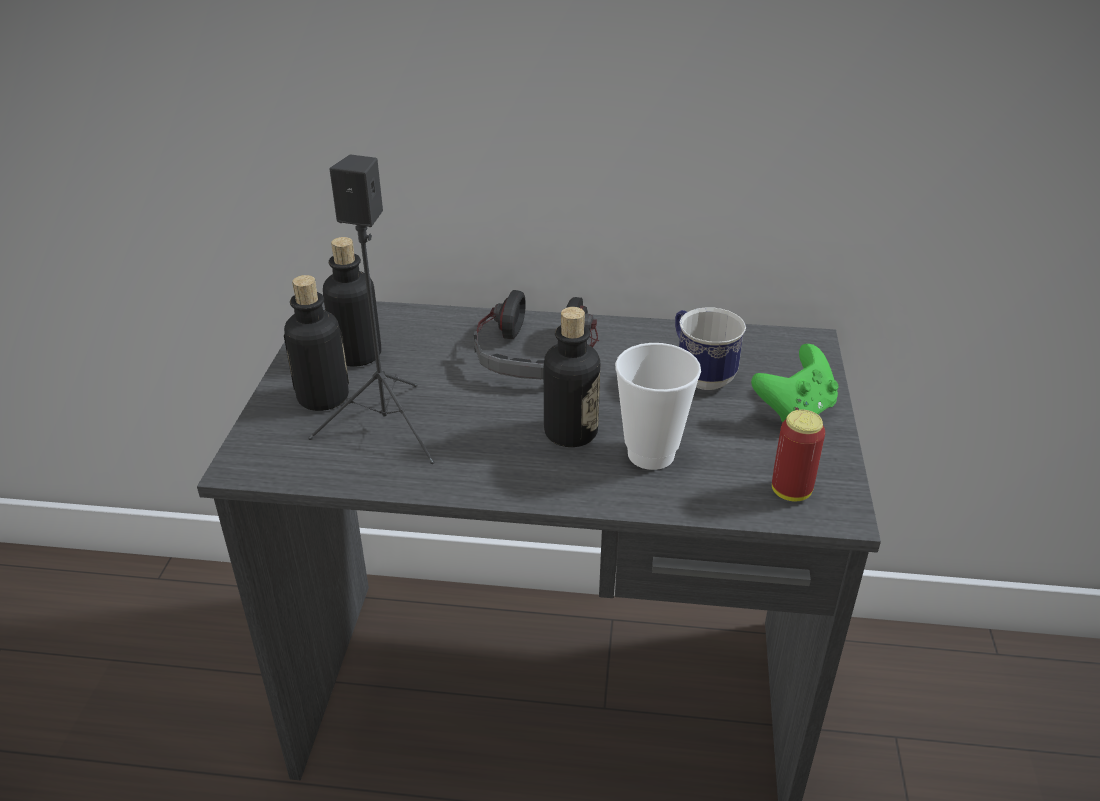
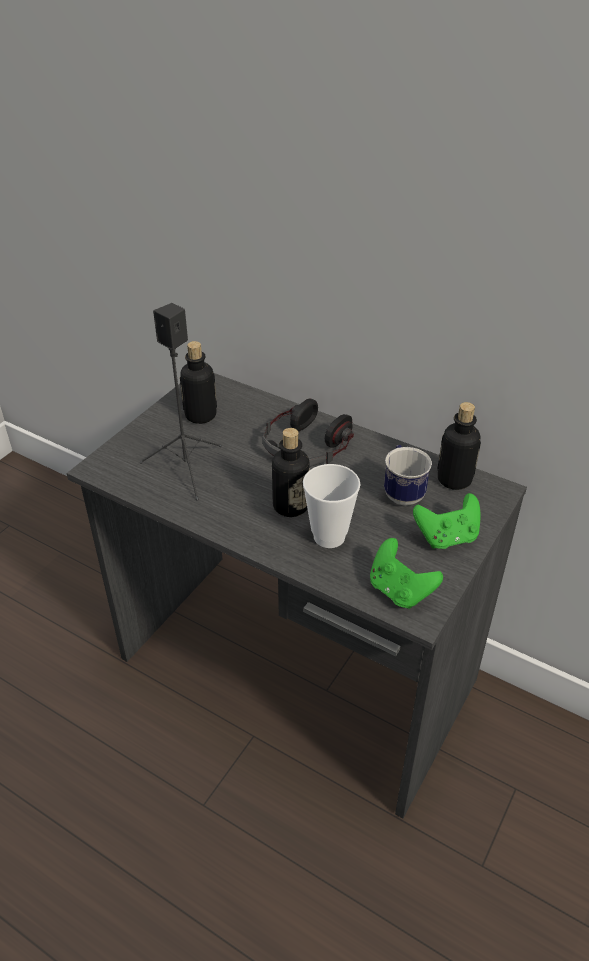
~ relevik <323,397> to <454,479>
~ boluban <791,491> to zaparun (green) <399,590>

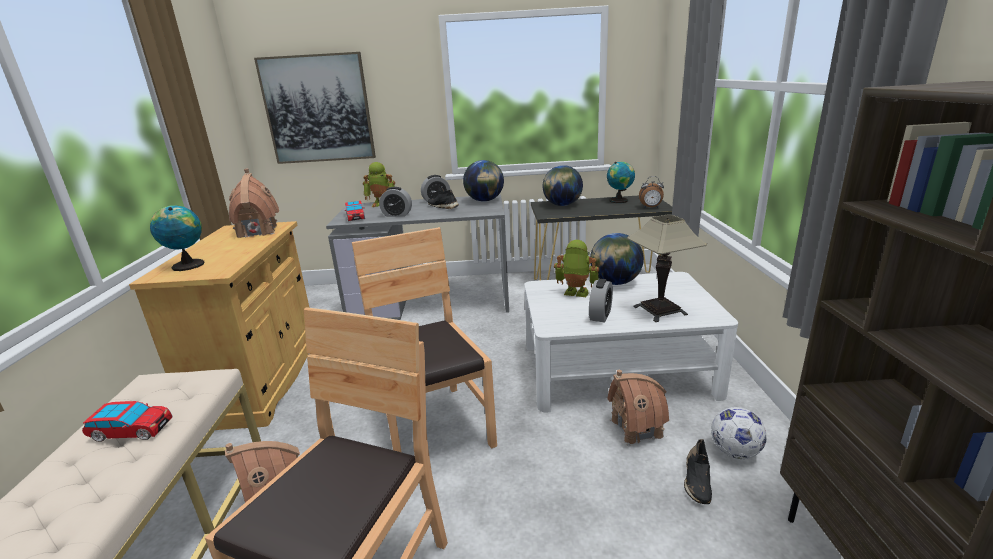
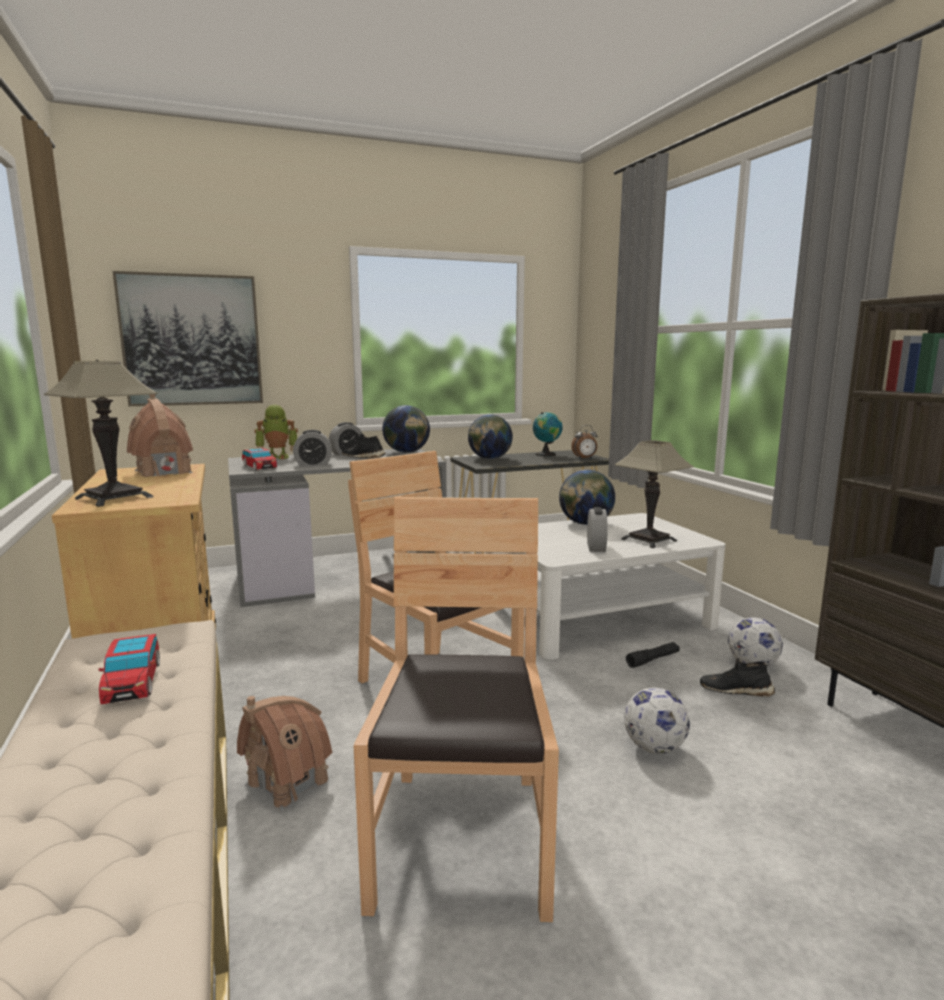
~ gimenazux <188,265> to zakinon <114,498>
- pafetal <575,293>
~ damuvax <636,428> to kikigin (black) <653,660>
~ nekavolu <131,431> = <132,682> 90 degrees clockwise
~ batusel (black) <697,481> = <735,690> 105 degrees clockwise
+ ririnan <654,748>

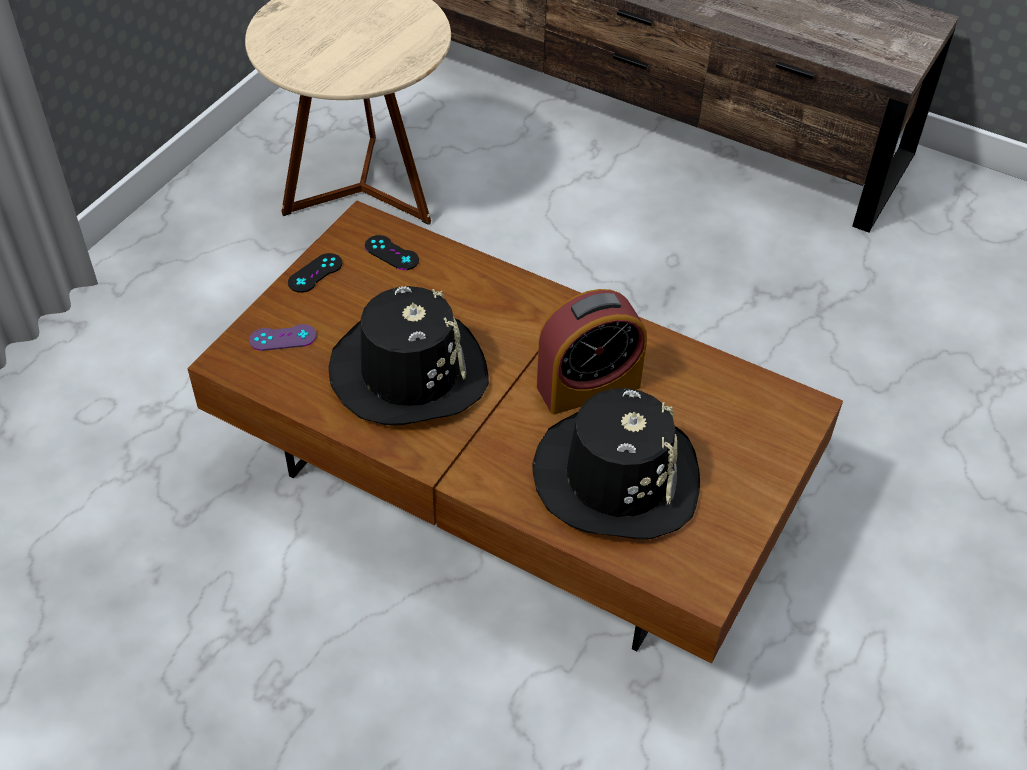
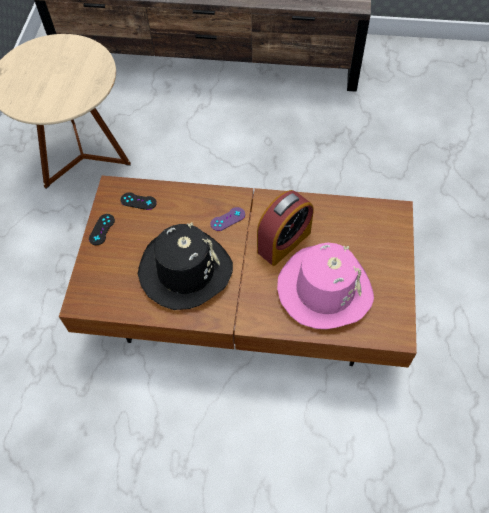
~ zaparun (purple) <283,338> to <227,219>
~ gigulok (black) <617,476> to gigulok (pink) <324,289>

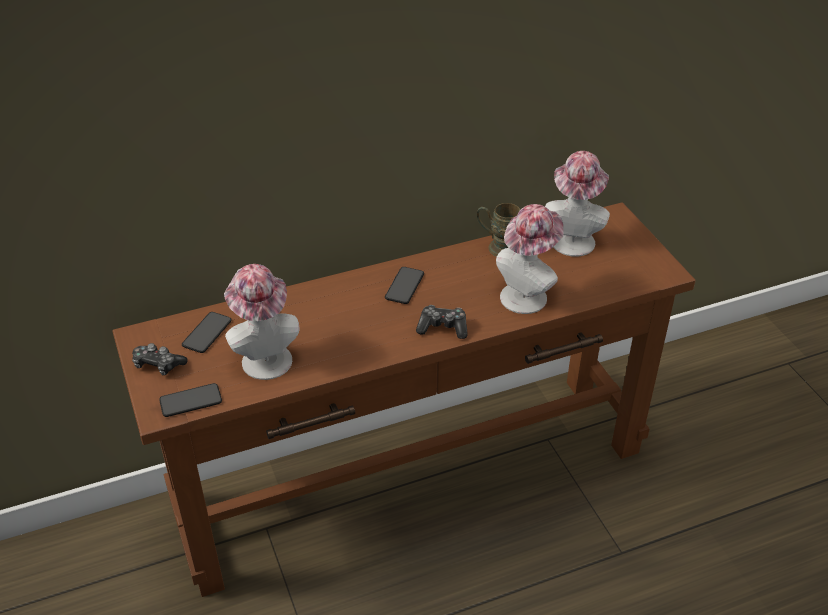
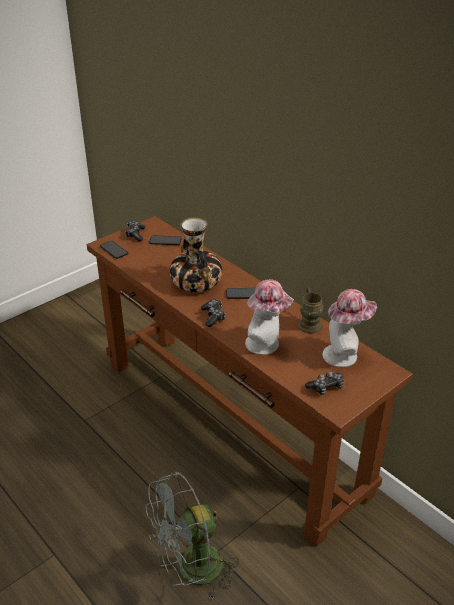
- gigulok <264,357>
+ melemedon <196,283>
+ zaparun <326,387>
+ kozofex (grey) <190,571>

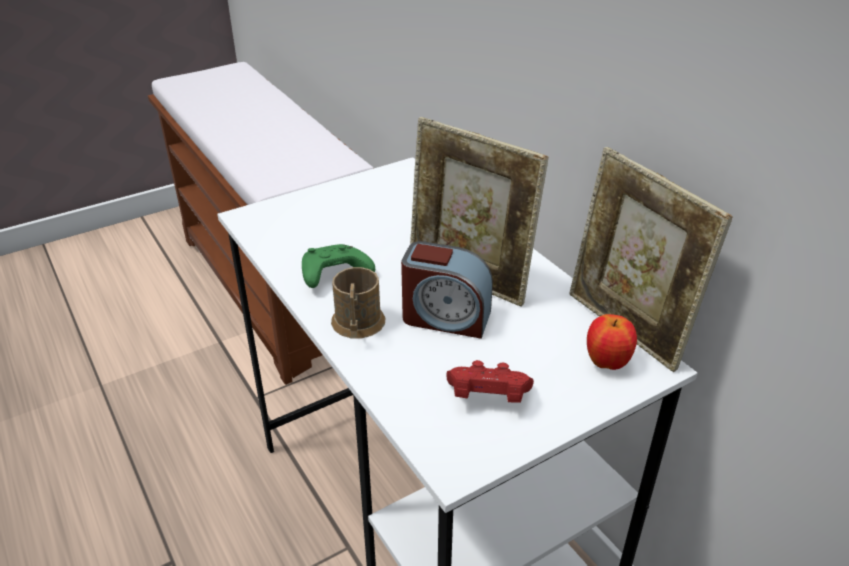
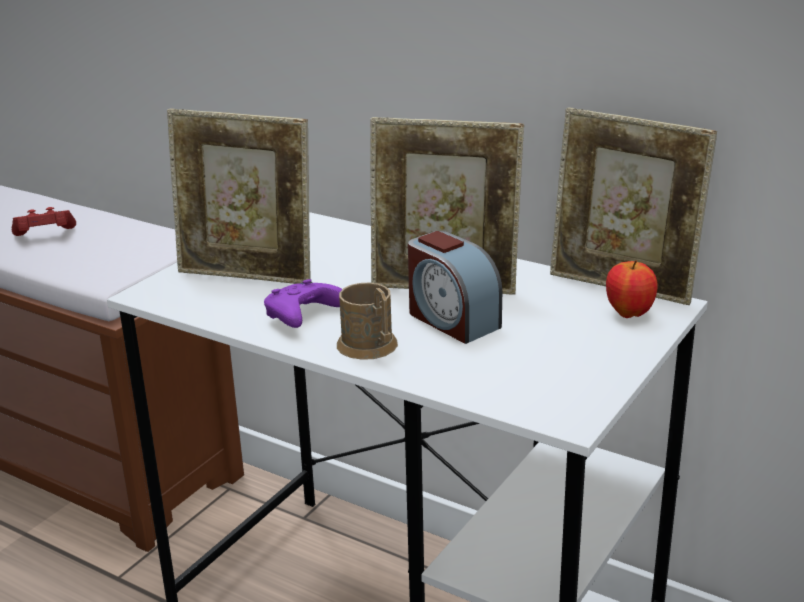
~ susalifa <445,317> = <451,320> 60 degrees clockwise
~ zaparun (green) <333,276> to zaparun (purple) <303,317>
~ zaparun (red) <487,397> to <45,236>
+ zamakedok <247,276>

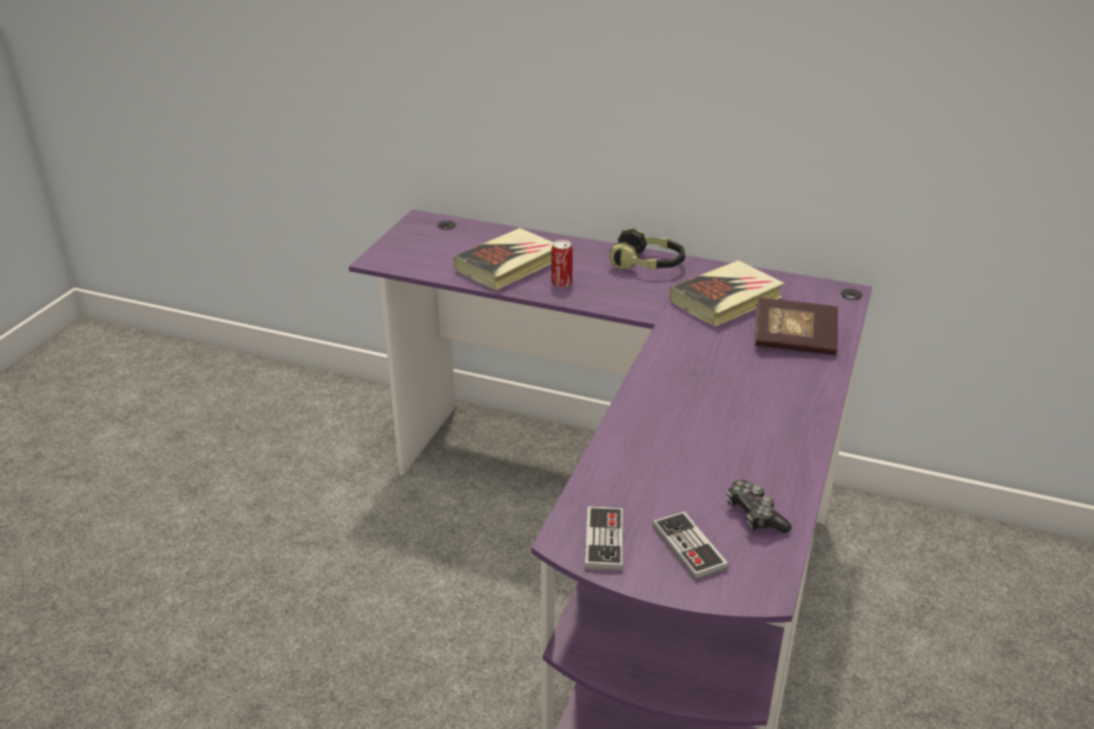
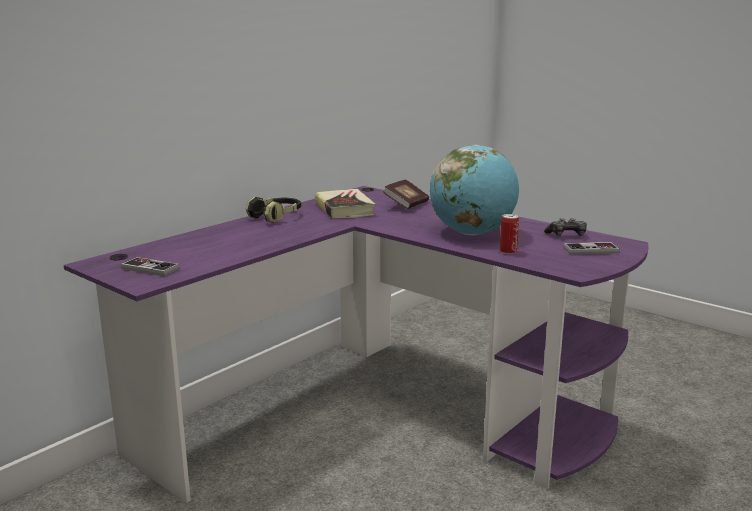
- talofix <508,265>
~ boluban <561,283> to <508,251>
~ zaparun <604,540> to <150,268>
+ gimenazux <472,233>

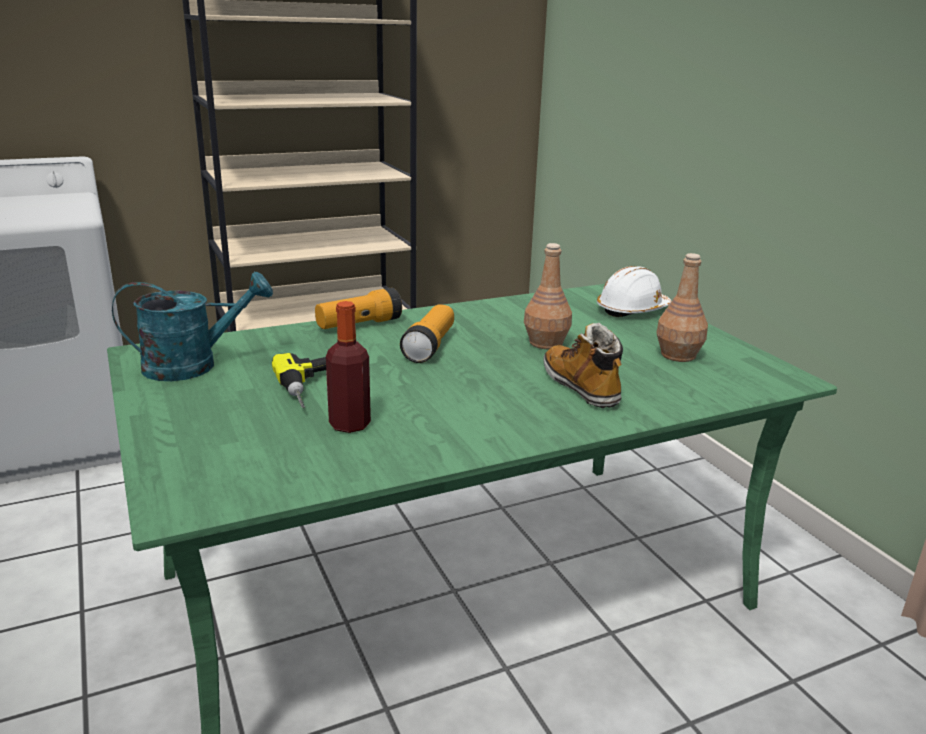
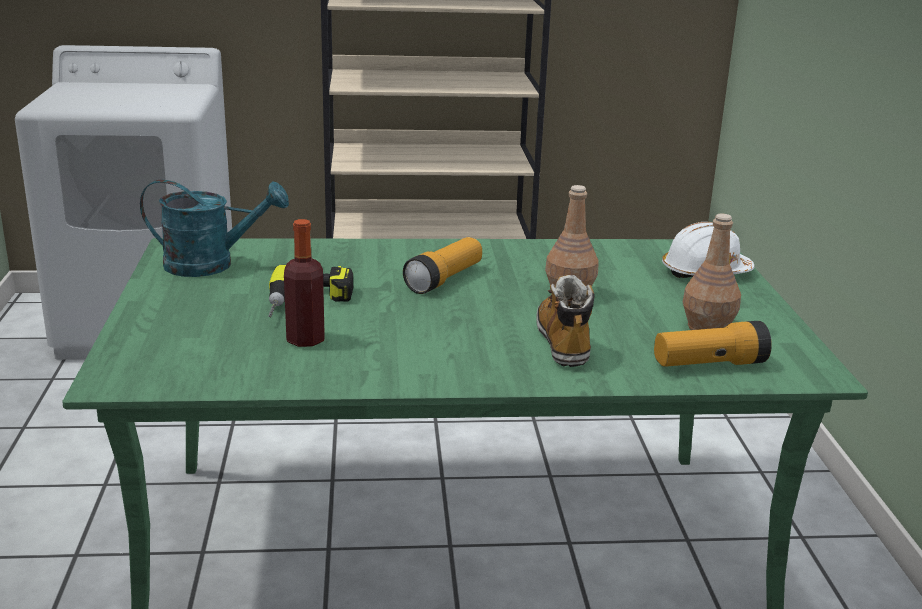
~ kikigin <359,324> to <709,364>

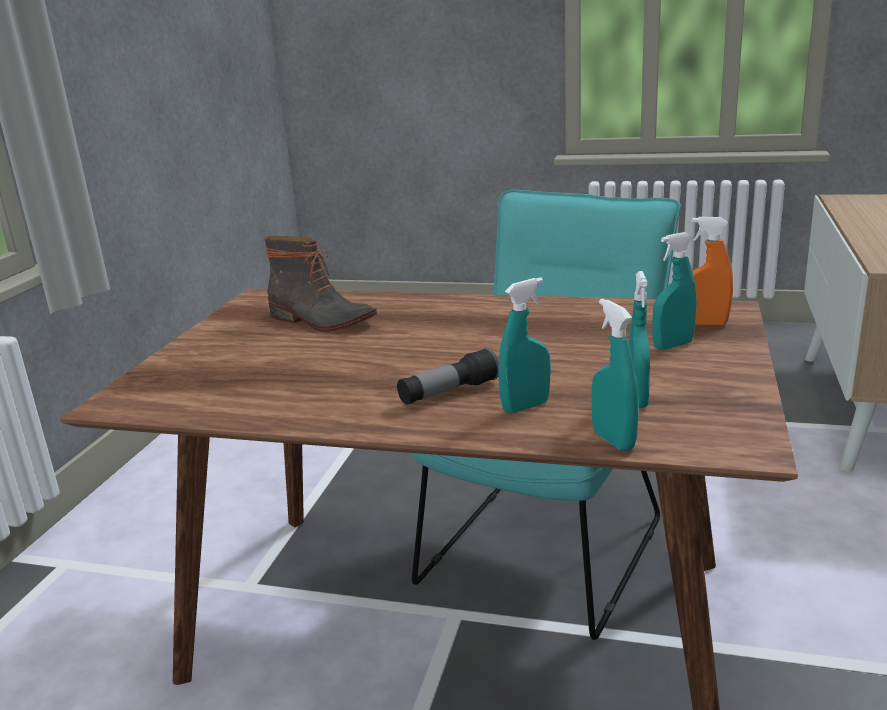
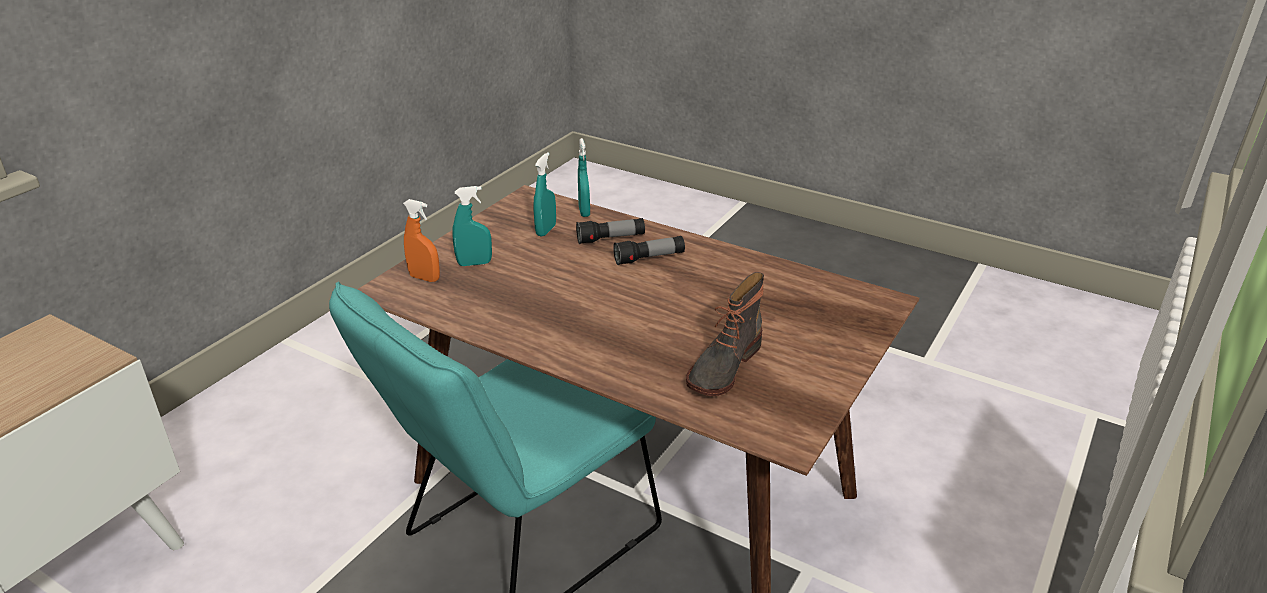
~ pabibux <320,321> = <723,366> 105 degrees counterclockwise
~ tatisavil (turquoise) <525,406> to kikigin <611,239>

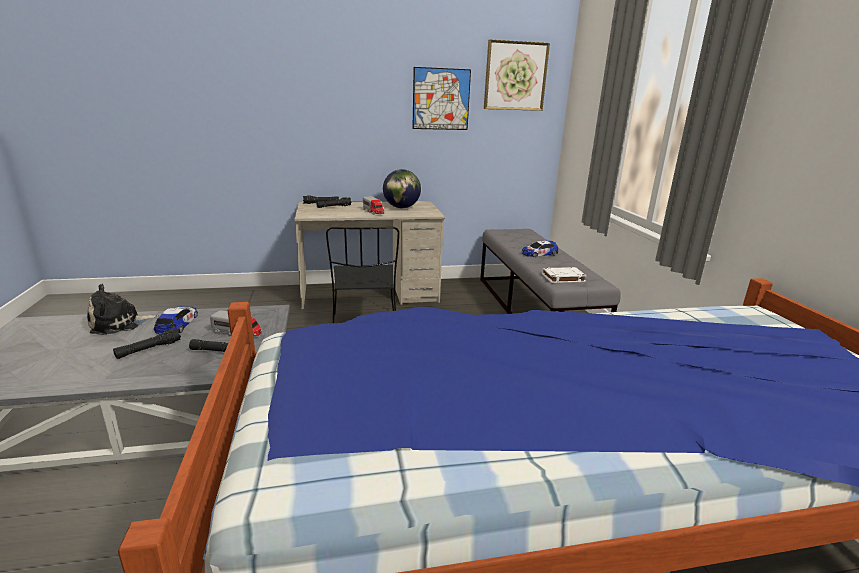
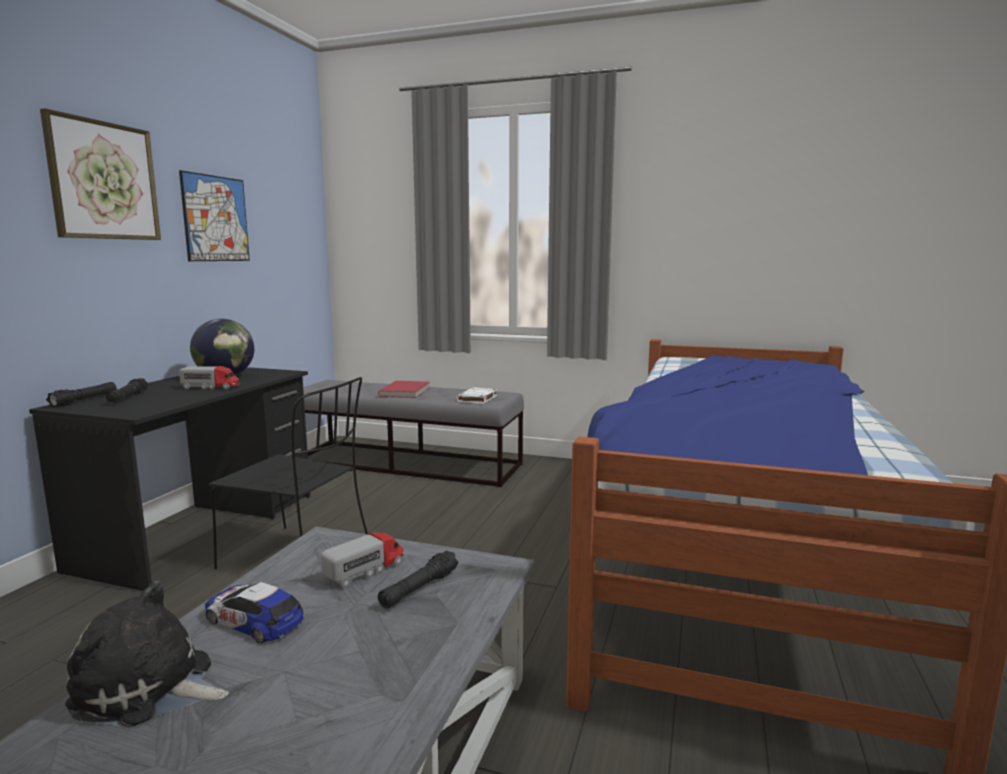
~ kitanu <515,76> to <103,181>
~ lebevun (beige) <370,294> to lebevun (black) <202,530>
~ nekavolu <539,254> to talofix (red) <406,391>
~ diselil <119,324> = <149,689> 105 degrees clockwise
- kikigin (black) <149,349>

